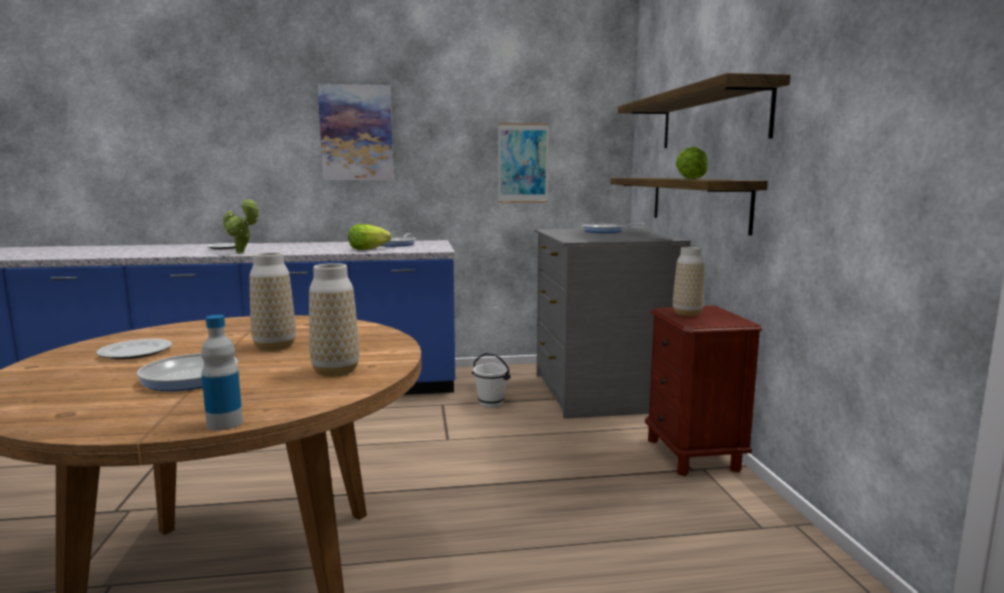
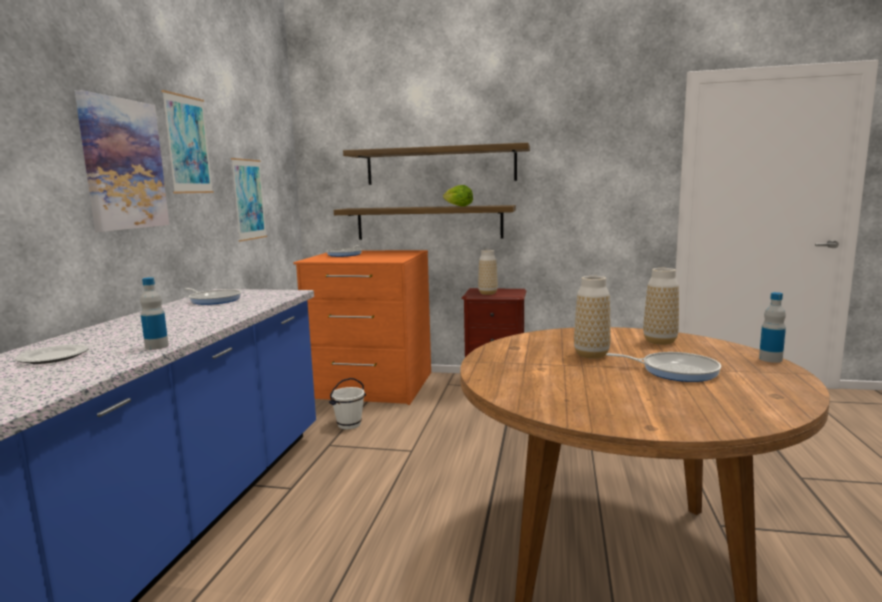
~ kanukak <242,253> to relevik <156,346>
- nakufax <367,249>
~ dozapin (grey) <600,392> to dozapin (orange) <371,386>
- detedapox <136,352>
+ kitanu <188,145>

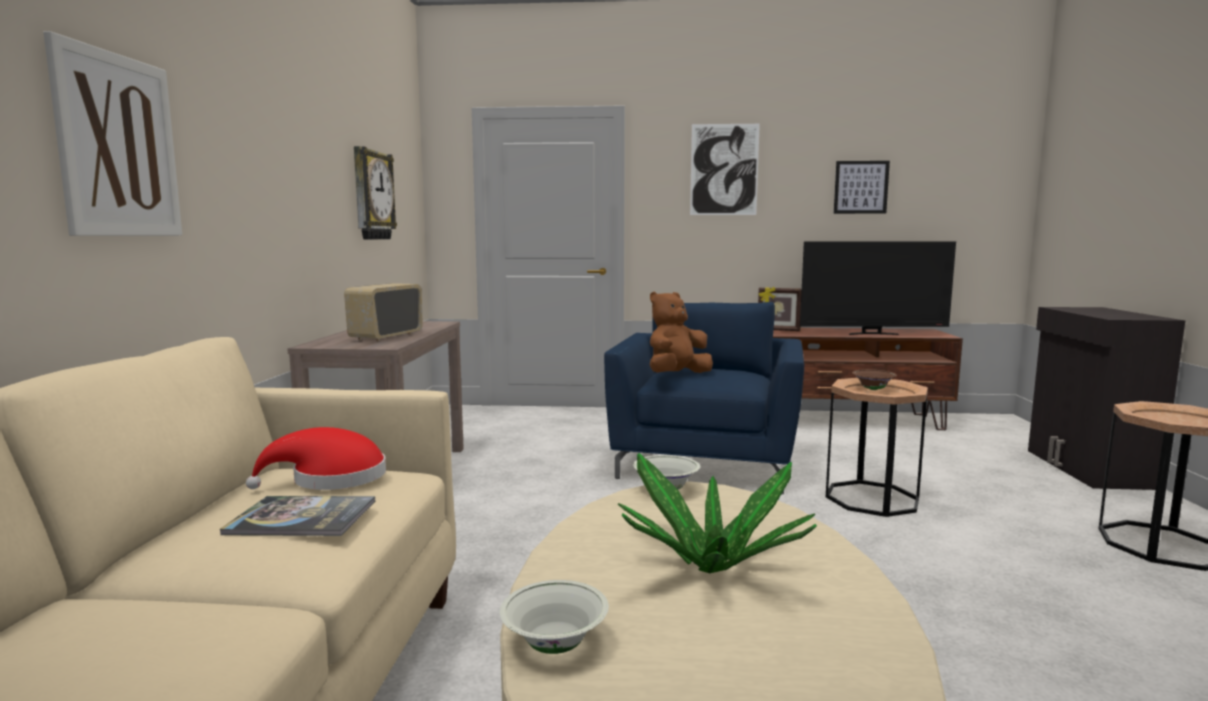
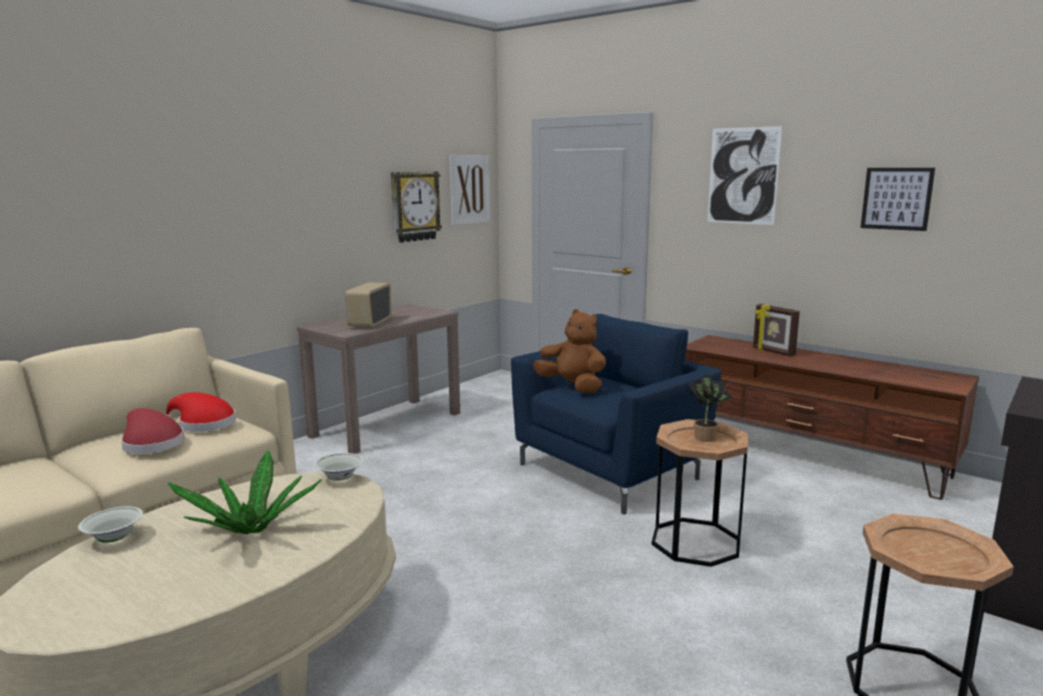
~ kitanu <118,146> to <469,189>
- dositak <872,334>
~ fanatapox <386,337> = <370,324> 45 degrees counterclockwise
~ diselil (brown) <676,375> = <572,387> 45 degrees clockwise
~ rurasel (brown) <873,389> to kanukak <705,436>
~ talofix <302,518> to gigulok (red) <151,444>

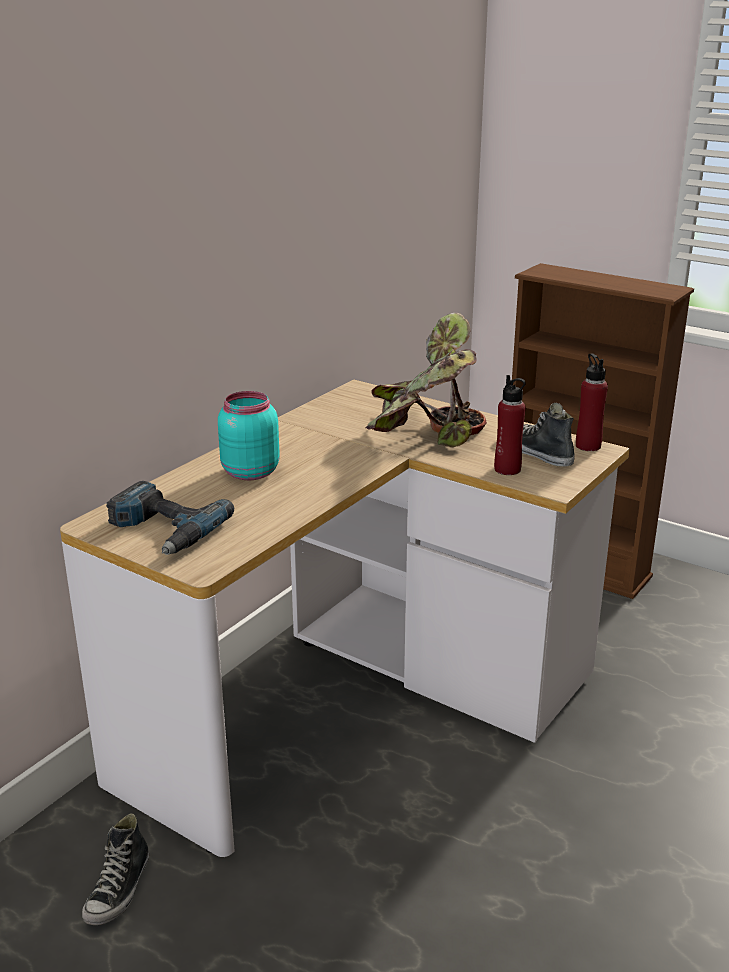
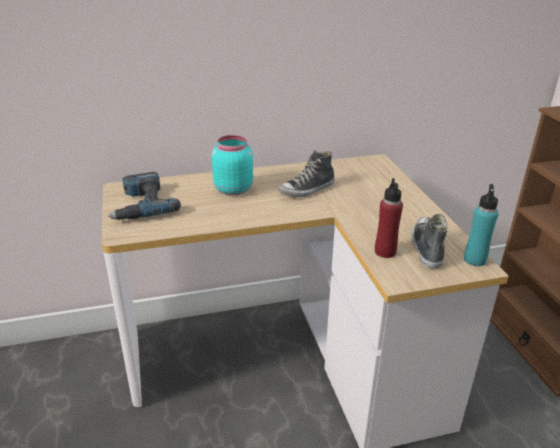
- kanukak <423,434>
~ relevik (red) <588,446> to relevik (turquoise) <474,260>
~ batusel <119,890> to <307,190>

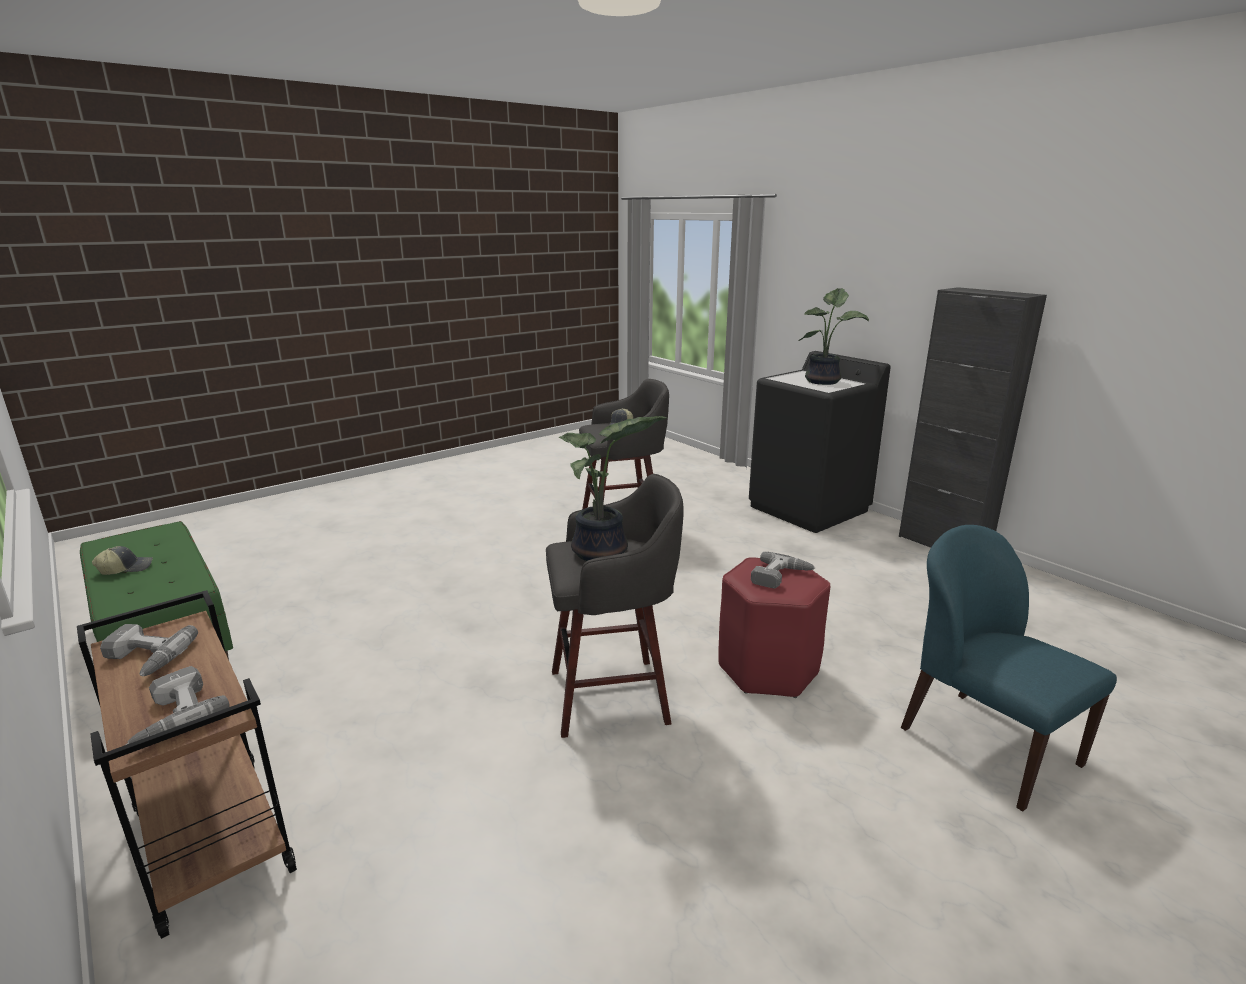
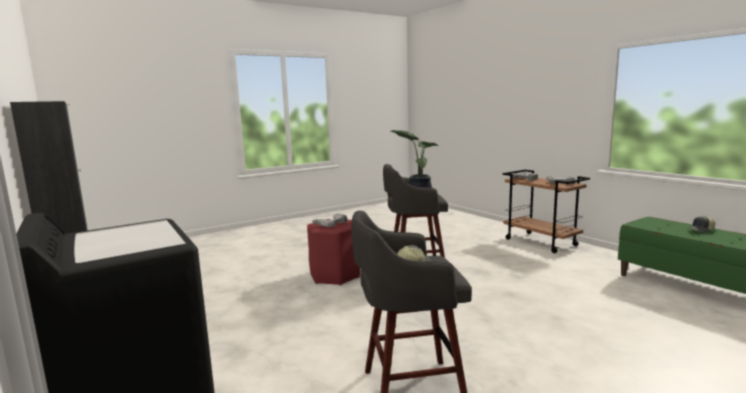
- kanukak <824,381>
- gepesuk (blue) <985,744>

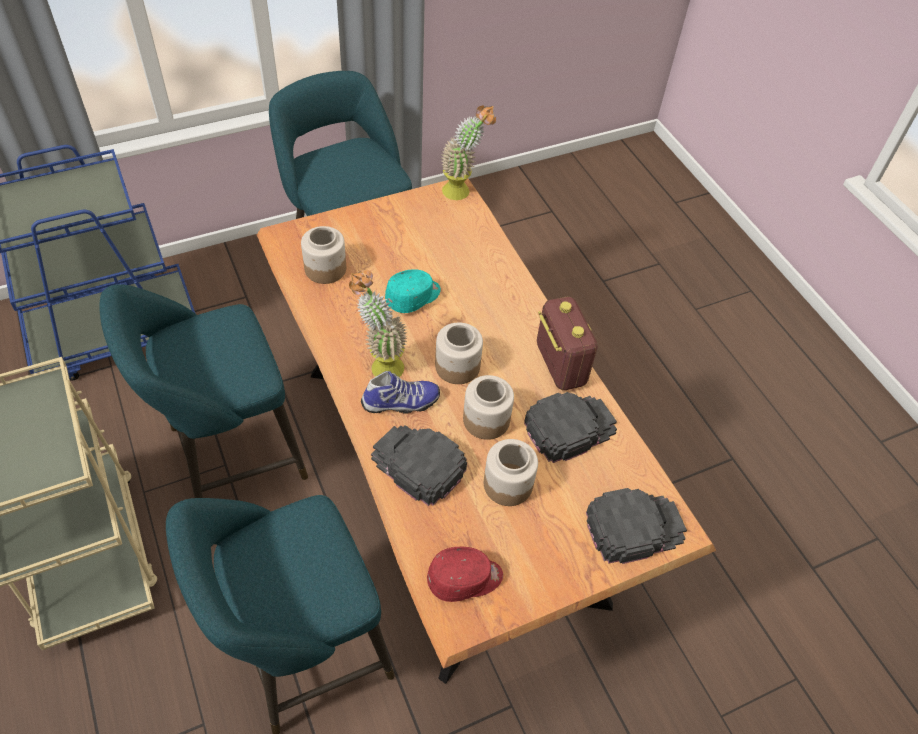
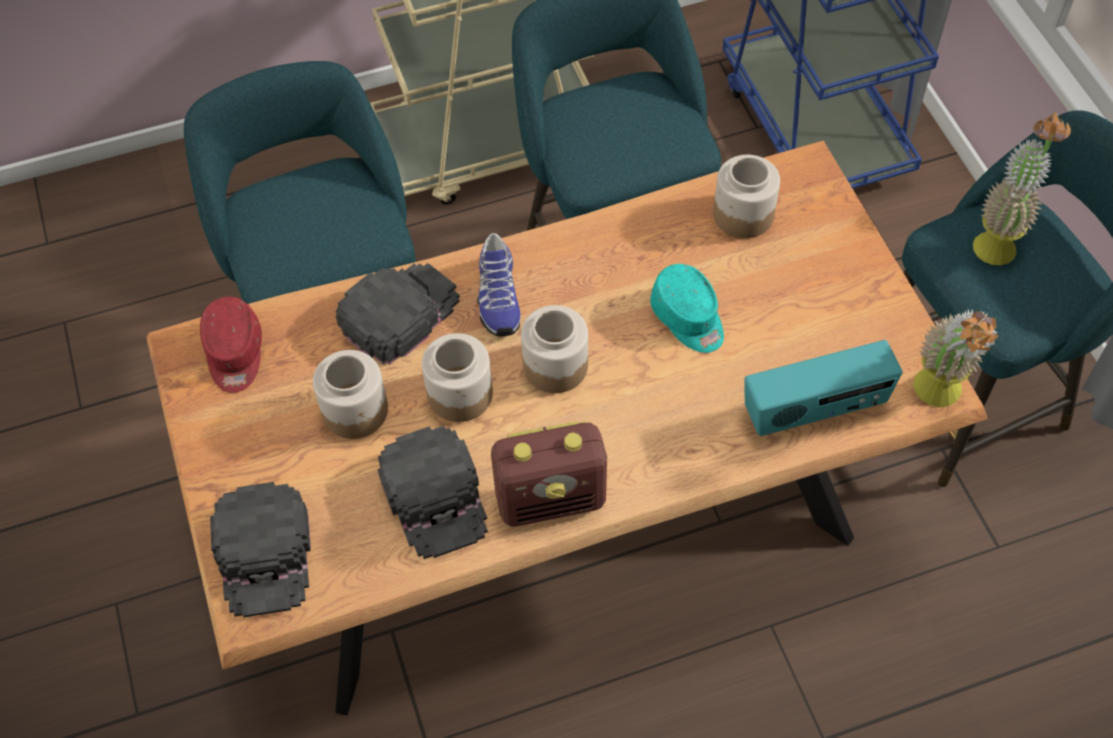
~ kanukak <380,364> to <999,240>
+ fanatapox <815,410>

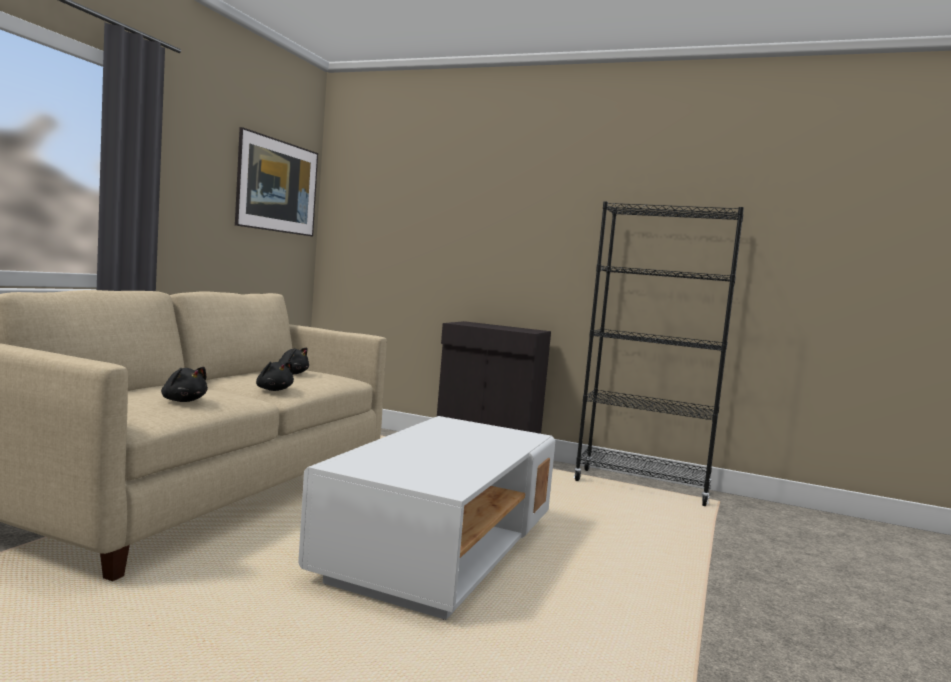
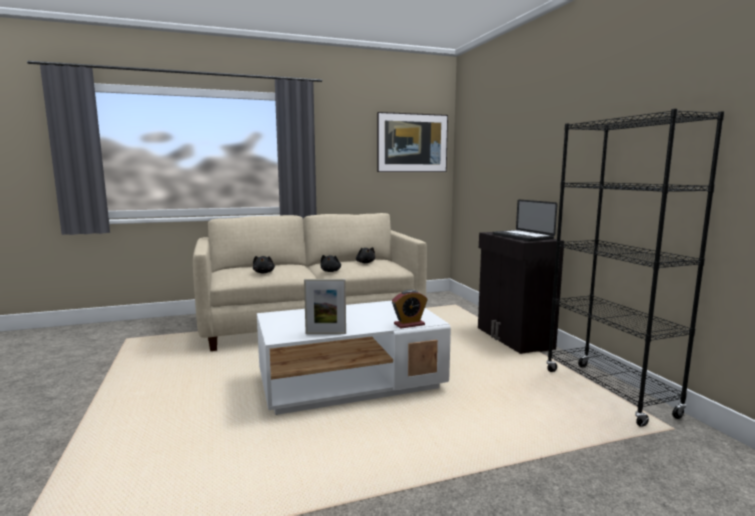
+ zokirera <522,236>
+ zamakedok <325,333>
+ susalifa <409,324>

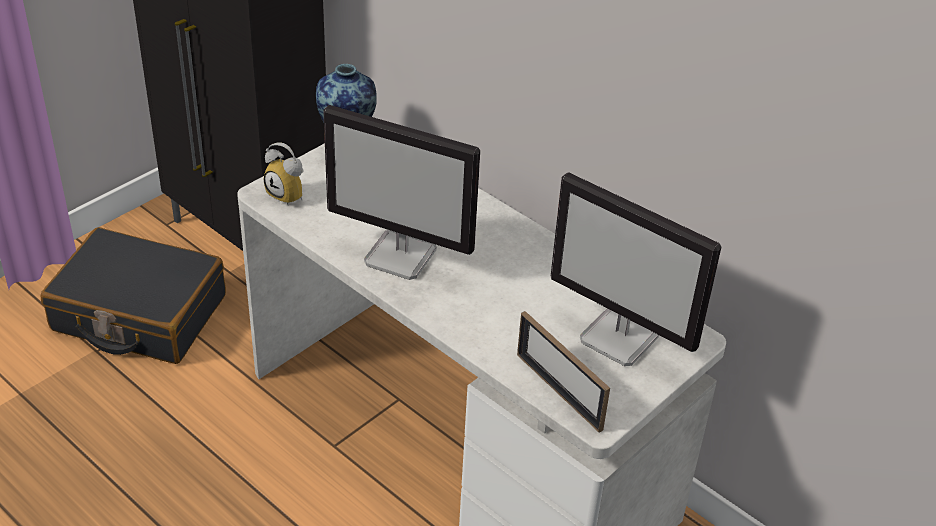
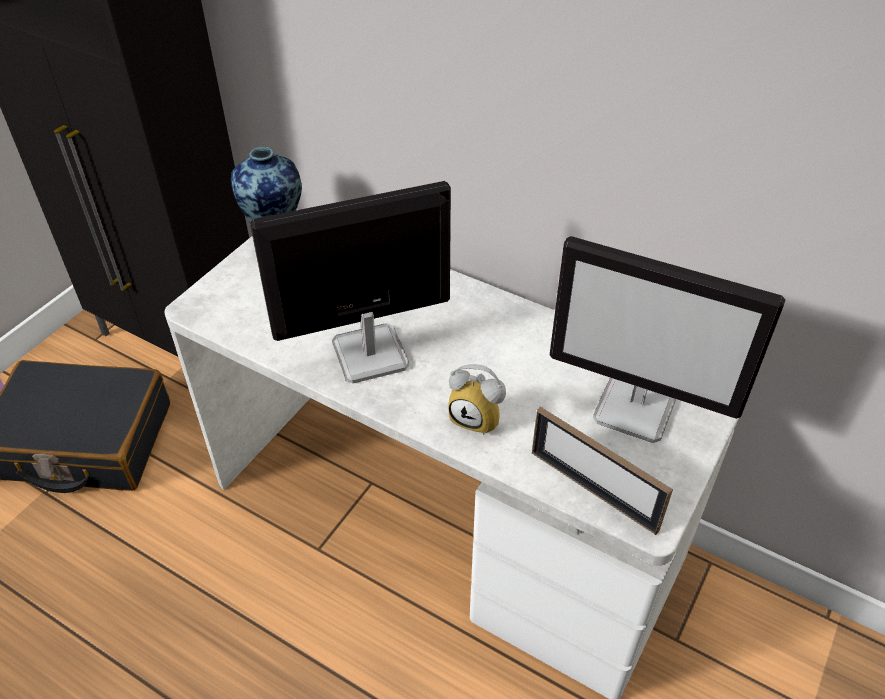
~ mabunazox <402,256> = <368,355> 150 degrees clockwise
~ susalifa <290,194> to <478,417>

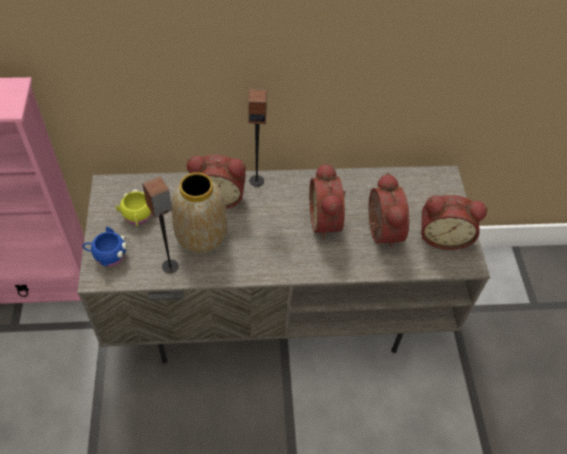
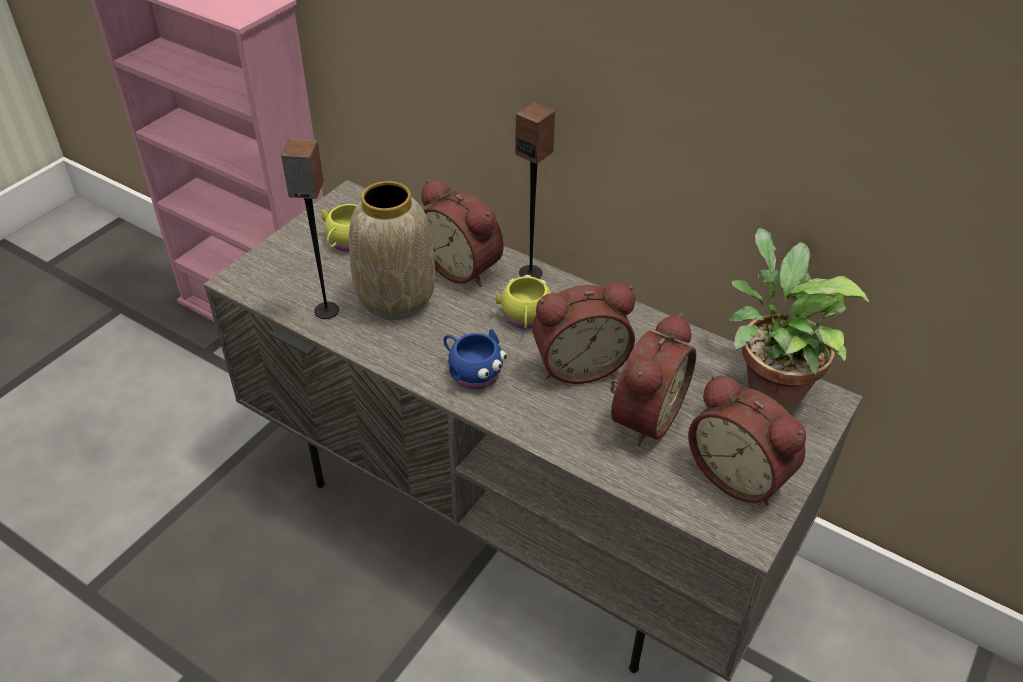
~ susalifa <327,221> = <578,364> 135 degrees counterclockwise
~ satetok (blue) <107,255> to <472,372>
+ kanukak <768,386>
+ satetok (yellow) <526,318>

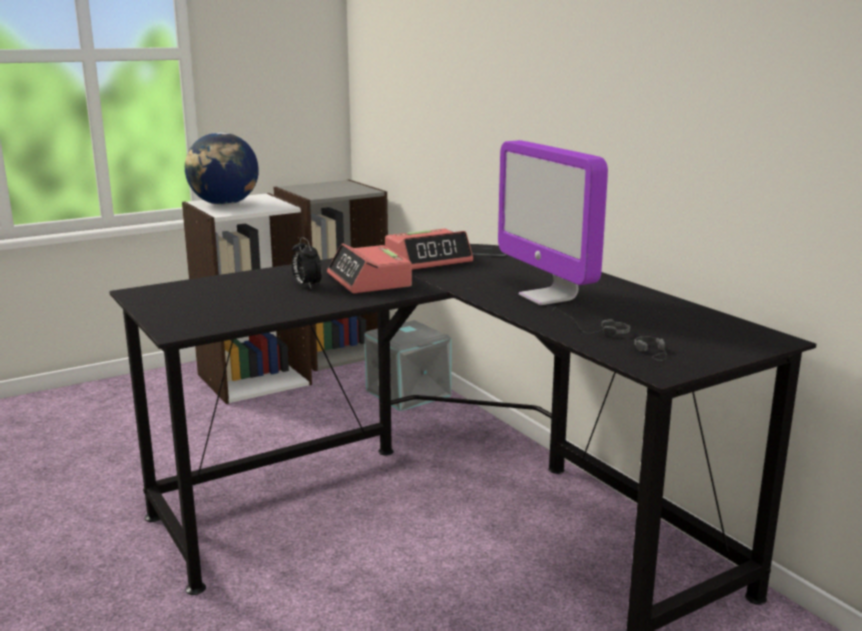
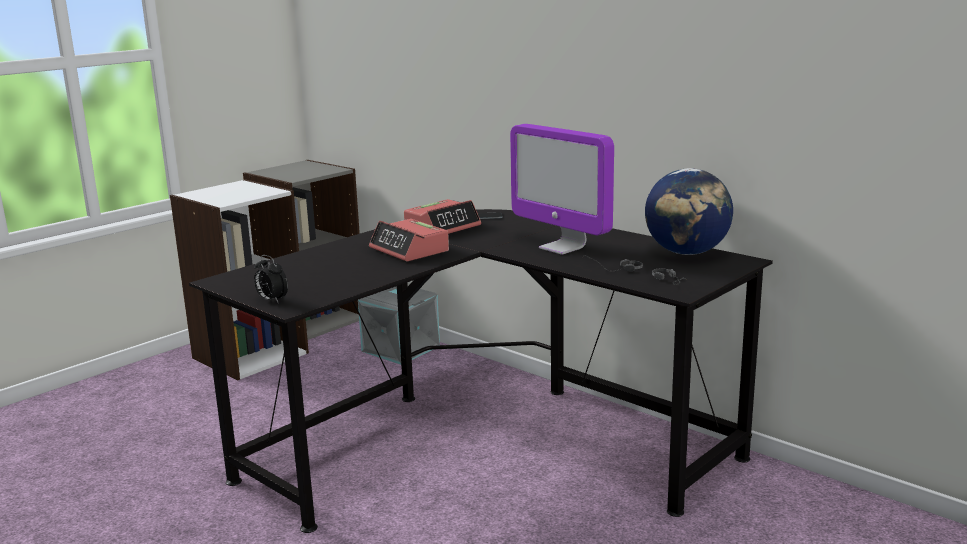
~ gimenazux <224,204> to <687,253>
~ susalifa <306,286> to <272,300>

